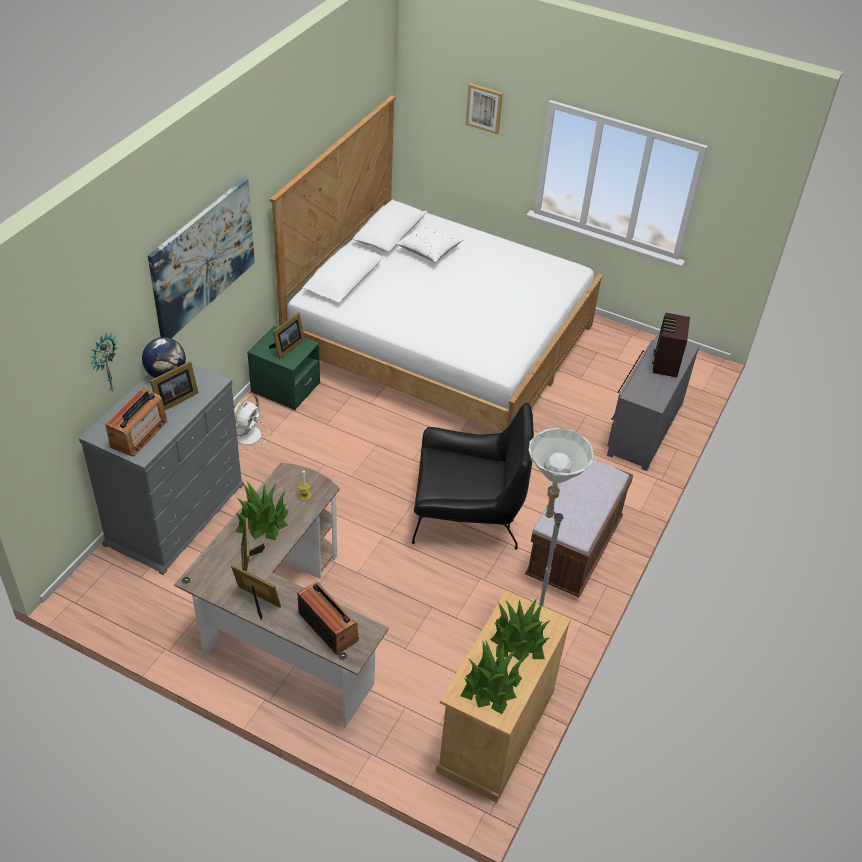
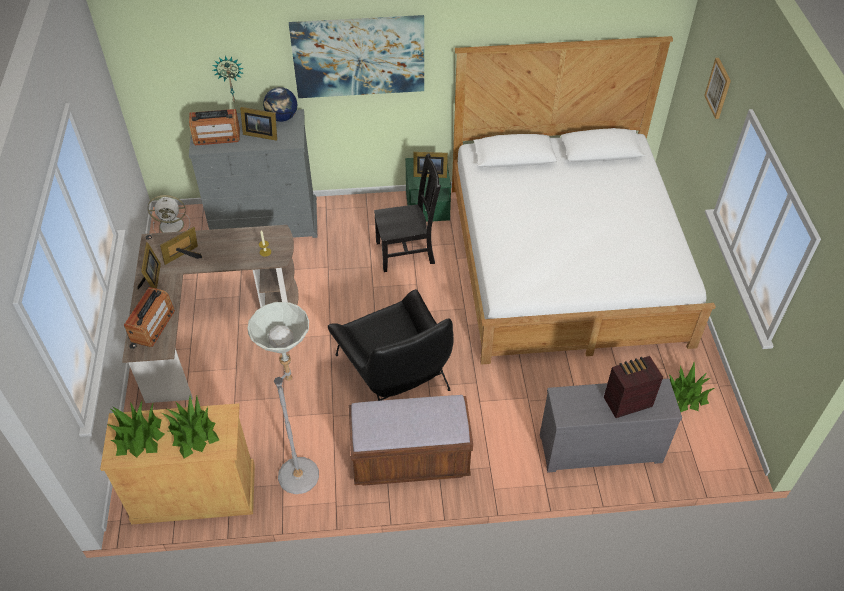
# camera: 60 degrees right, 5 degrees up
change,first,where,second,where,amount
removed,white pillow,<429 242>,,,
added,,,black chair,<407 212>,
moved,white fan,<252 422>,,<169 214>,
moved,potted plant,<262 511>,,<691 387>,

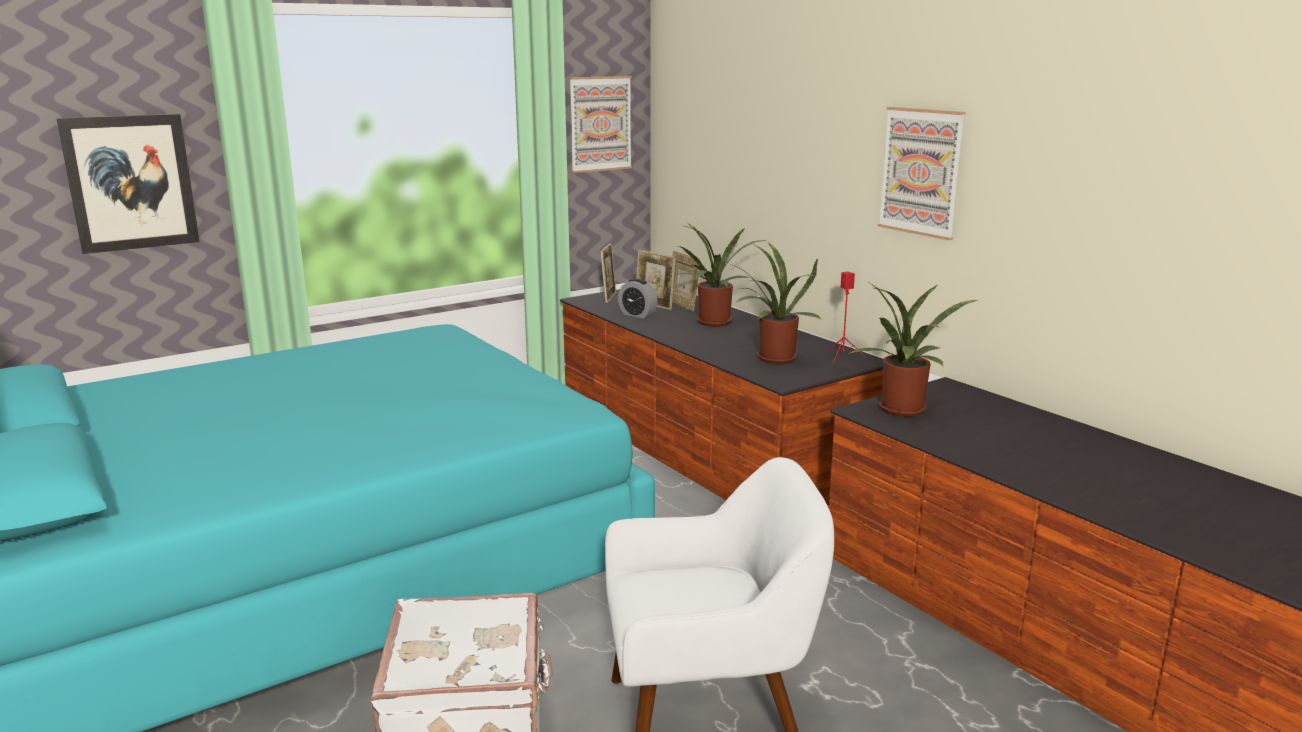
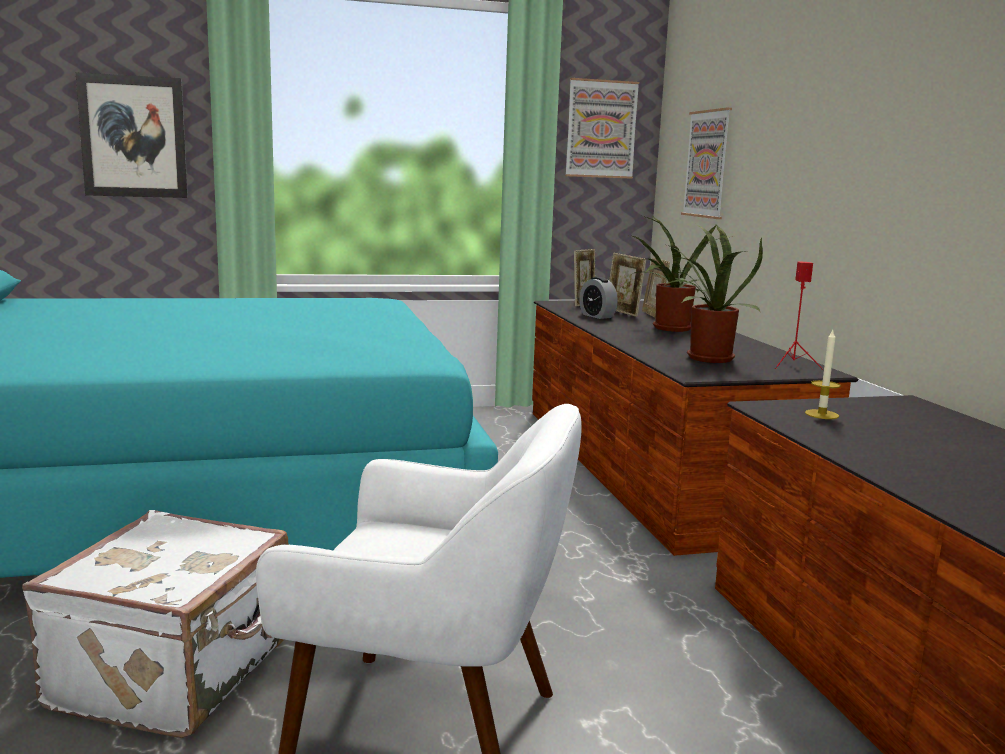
# camera: 20 degrees right, 5 degrees down
change,first,where,second,where,amount
moved,picture,<921 173>,,<706 163>,
replaced,potted plant,<913 350>,candle,<823 374>,

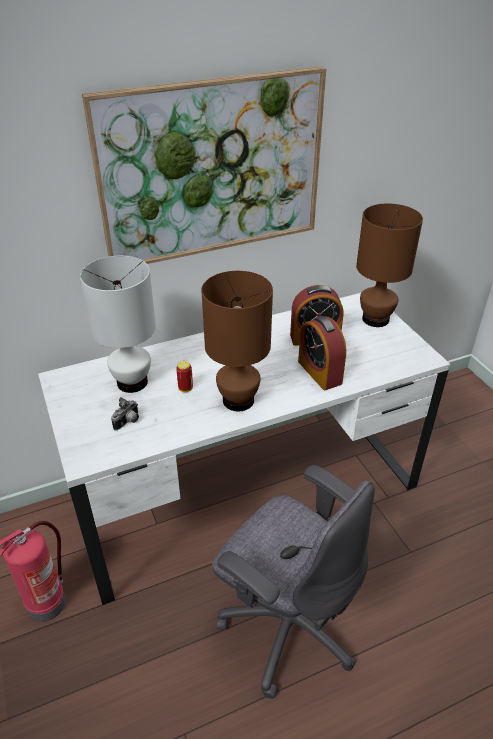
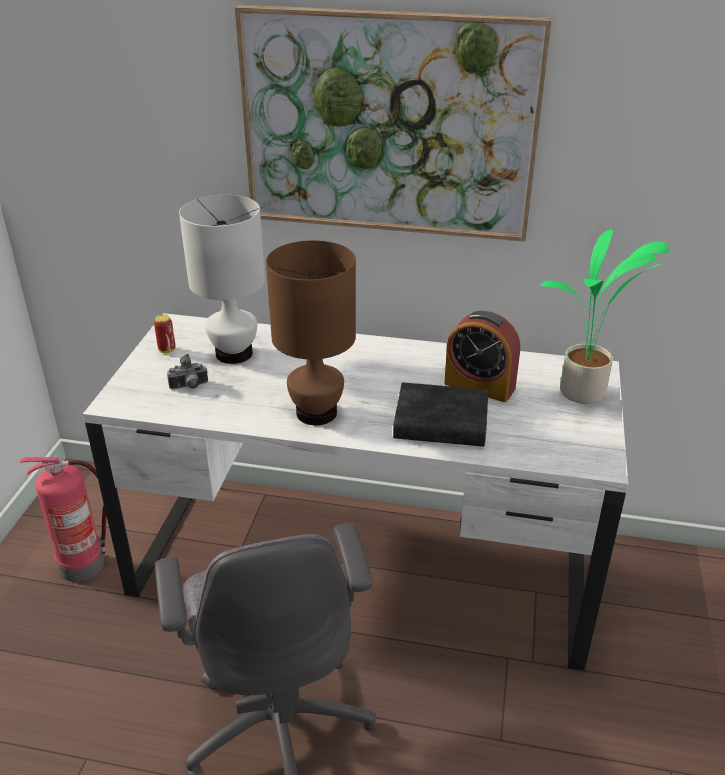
# camera: 35 degrees right, 5 degrees down
change,first,where,second,where,amount
moved,can,<184 376>,,<165 333>,
replaced,alarm clock,<322 353>,black book,<440 414>,
replaced,brown table lamp,<389 265>,potted plant,<604 317>,

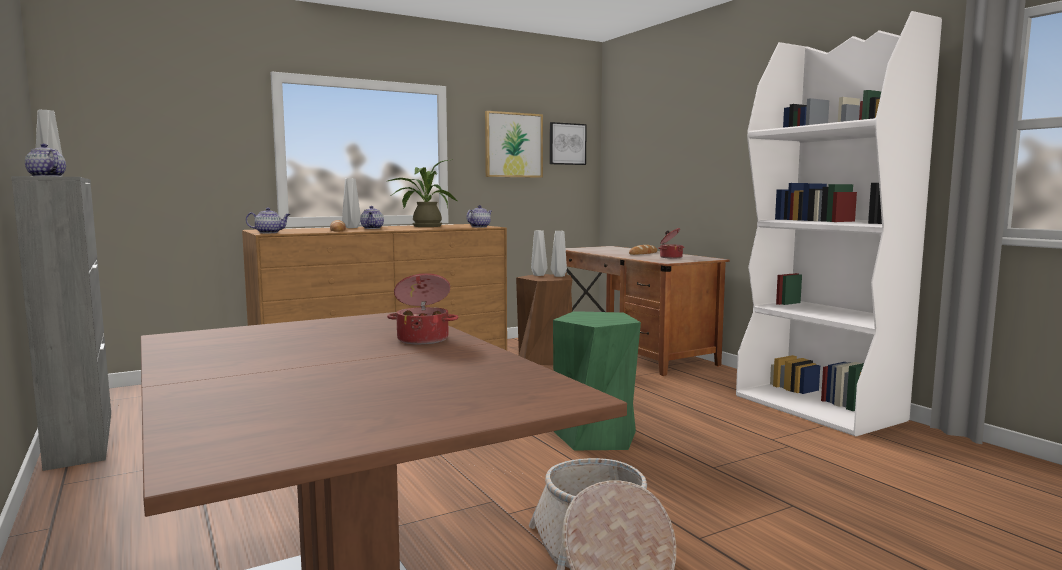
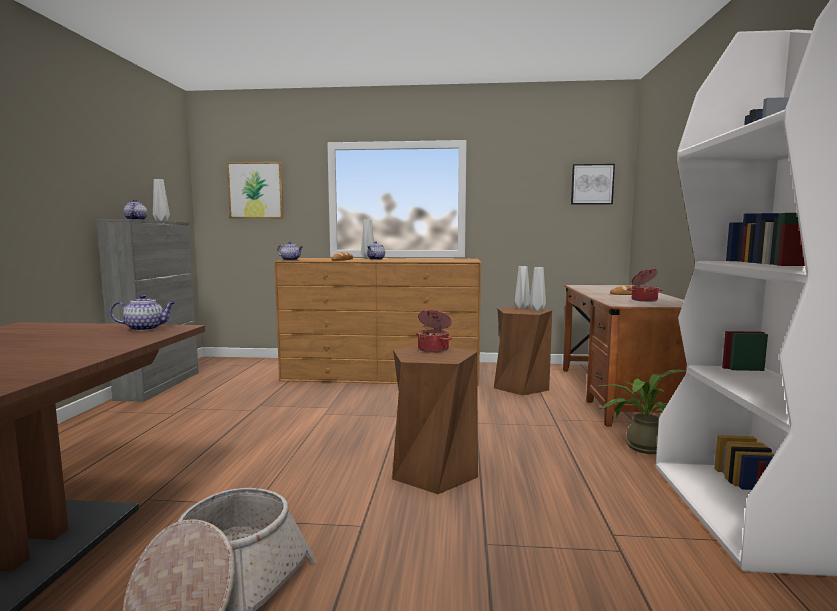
# camera: 35 degrees right, 0 degrees up
change,first,where,second,where,amount
moved,cooking pot,<422 309>,,<434 331>,
moved,potted plant,<422 193>,,<642 411>,
moved,teapot,<479 216>,,<142 312>,
moved,picture,<514 144>,,<255 190>,
recoloured,green stool,<597 380>,brown stool,<435 420>,

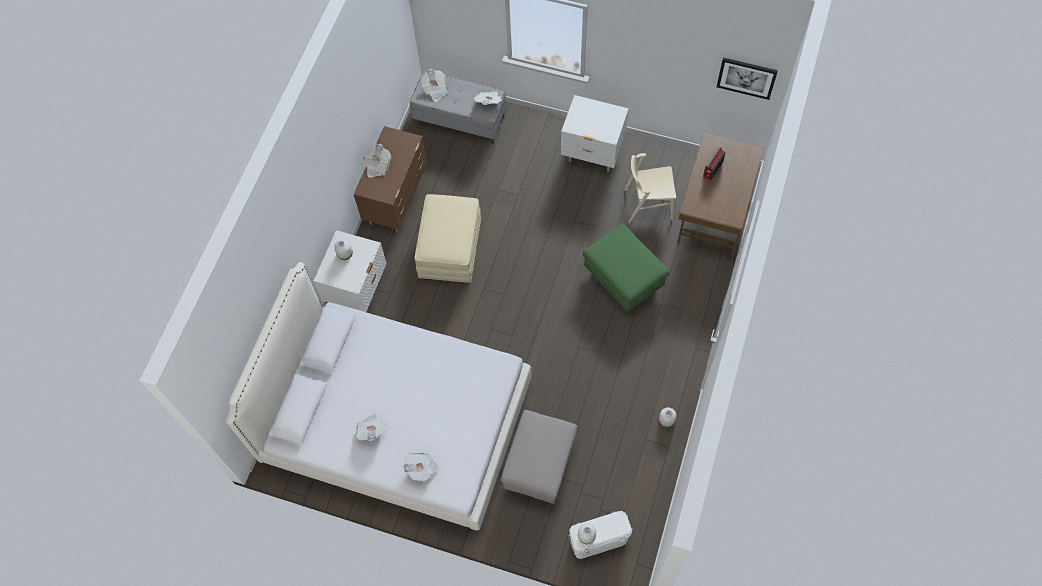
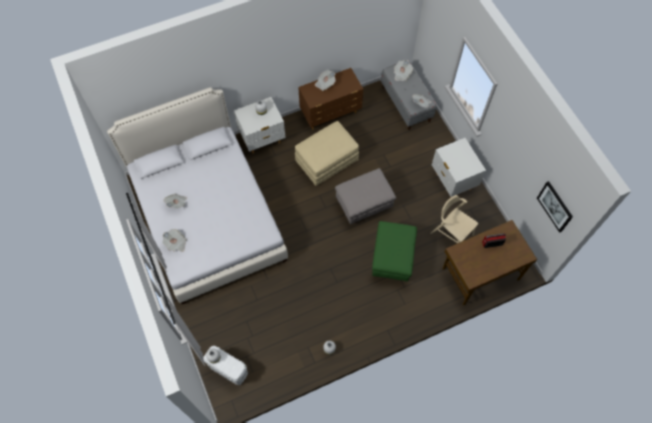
# camera: 45 degrees right, 0 degrees up
change,first,where,second,where,amount
moved,grey ottoman,<539 457>,,<365 196>,

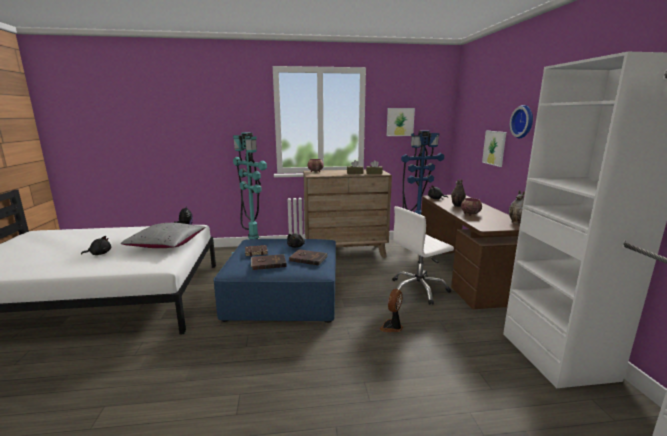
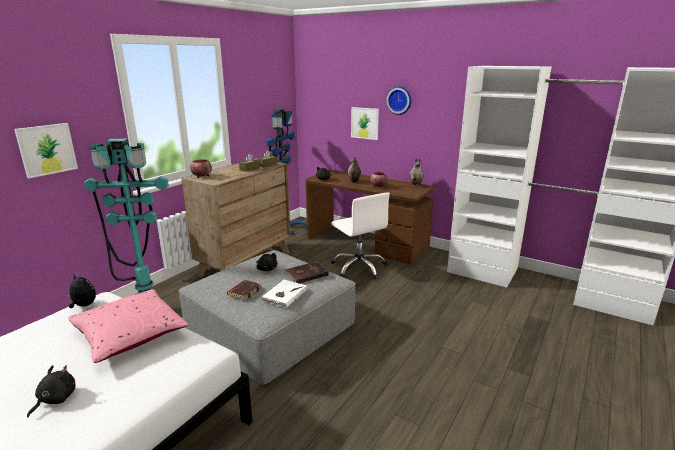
# camera: 50 degrees left, 5 degrees up
change,first,where,second,where,amount
removed,fan,<391 310>,,,
moved,picture,<401 122>,,<46 150>,
recoloured,grey pillow,<163 235>,pink pillow,<128 326>,
recoloured,blue ottoman,<274 281>,grey ottoman,<267 318>,
recoloured,brown book,<269 262>,white book,<283 294>,
turned,white office chair,<423 255>,,<360 236>,45 degrees counterclockwise

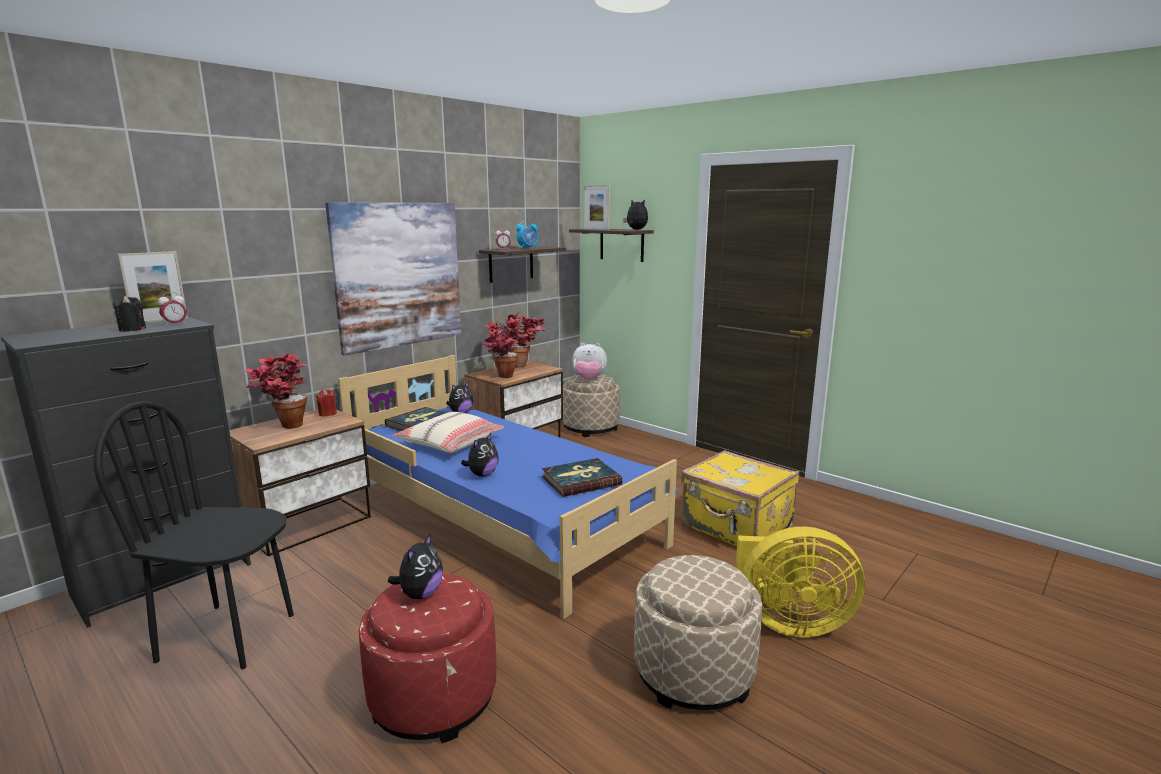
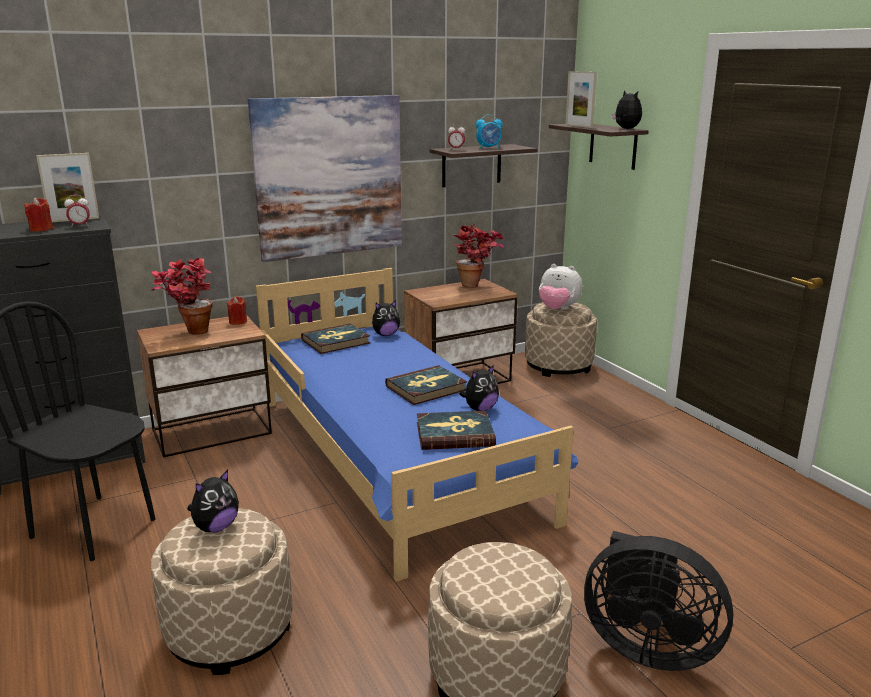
# camera: 20 degrees right, 5 degrees up
change,first,where,second,where,amount
removed,beige pillow,<448 432>,,,
removed,potted plant,<501 349>,,,
removed,yellow suitcase,<740 498>,,,
added,,,book,<426 385>,
moved,plush toy,<480 455>,,<479 388>,
recoloured,black candle,<129 314>,red candle,<38 214>,
recoloured,red ottoman,<427 658>,beige ottoman,<221 591>,
recoloured,yellow fan,<800 582>,black fan,<658 601>,

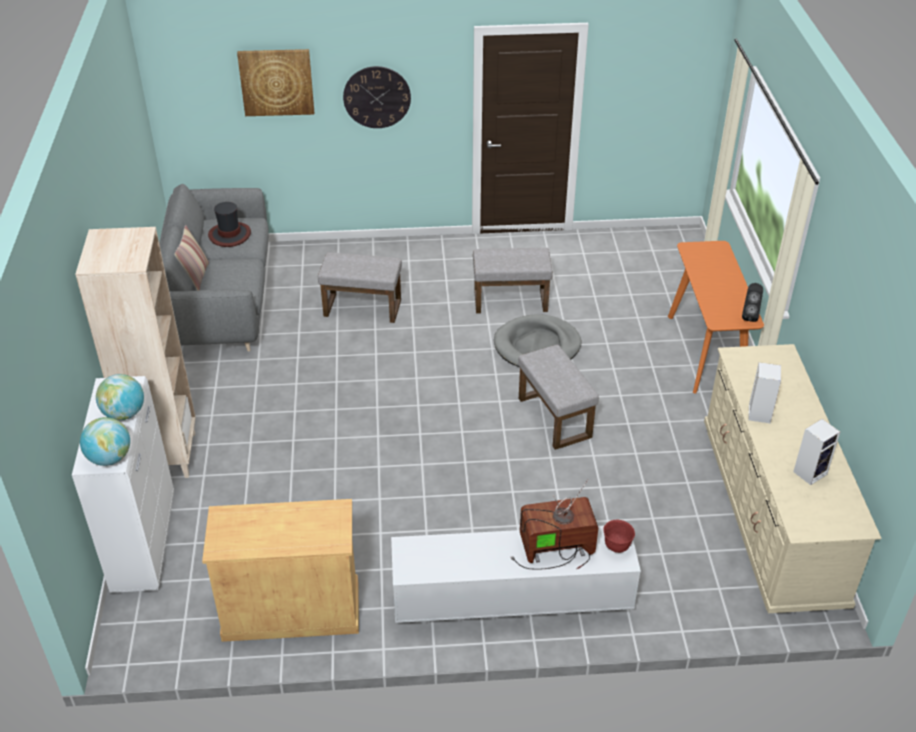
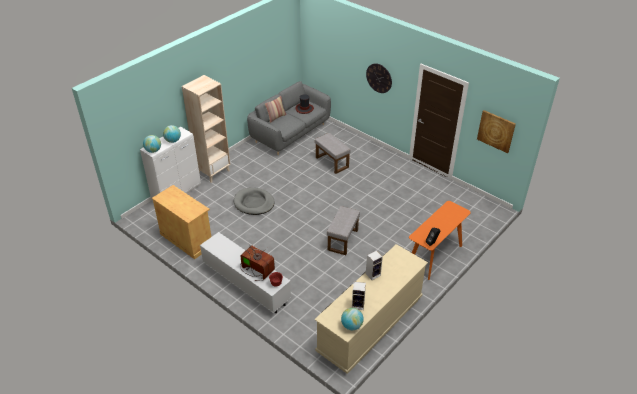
# camera: 45 degrees right, 0 degrees up
change,first,where,second,where,amount
removed,grey ottoman,<513 281>,,,
added,,,globe,<352 319>,
moved,picture,<275 82>,,<496 131>,
moved,grey dog bed,<538 340>,,<254 201>,

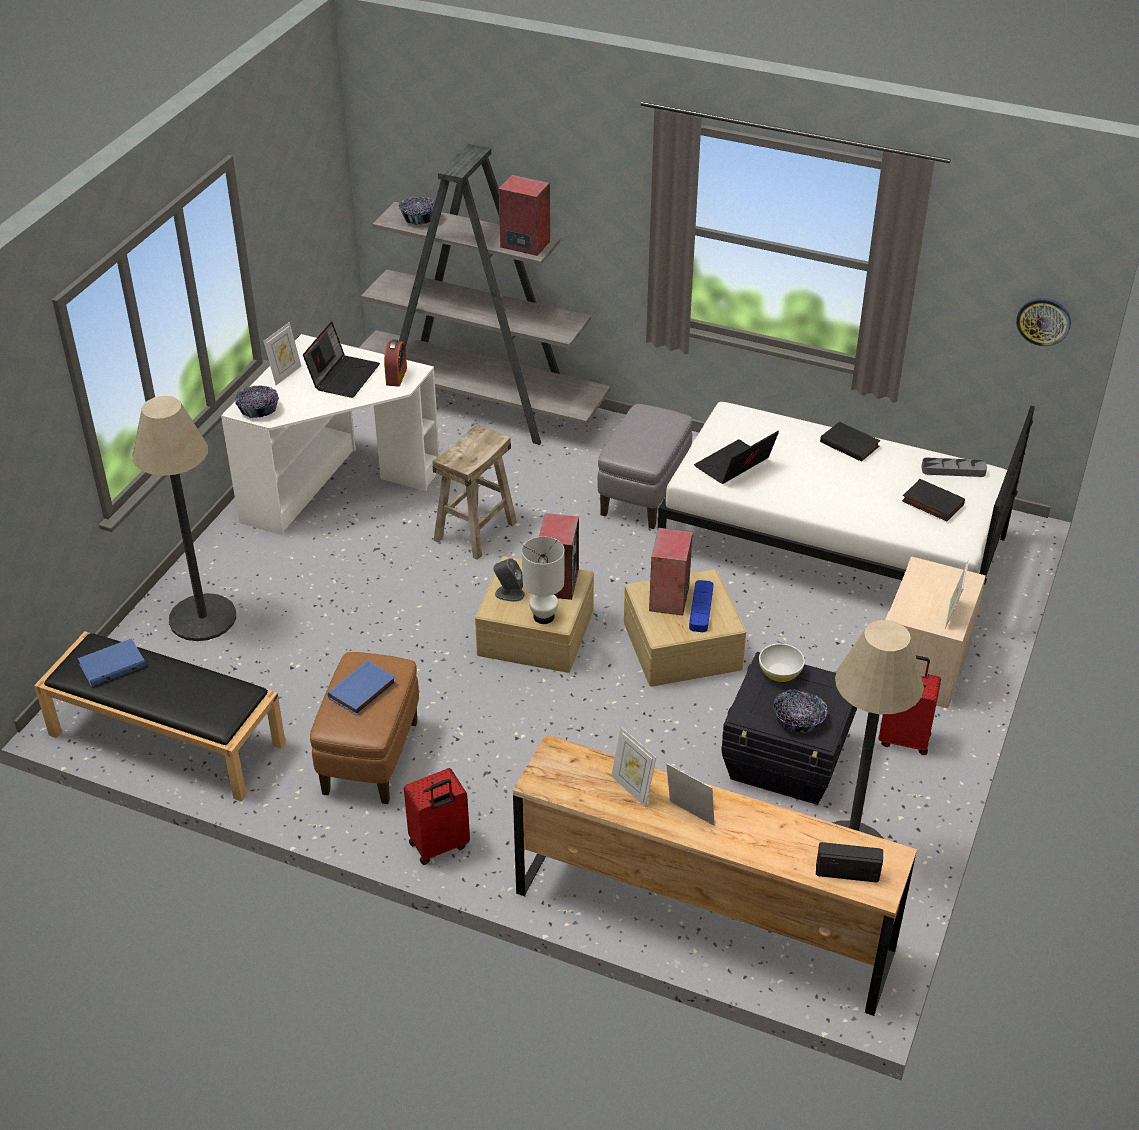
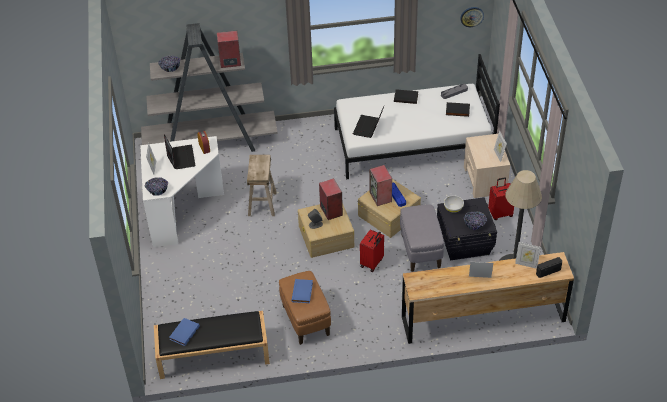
# camera: 30 degrees left, 5 degrees up
change,first,where,second,where,amount
removed,floor lamp,<184 518>,,,
removed,white table lamp,<543 580>,,,
moved,red suitcase,<437 816>,,<372 250>,
moved,grey ottoman,<645 466>,,<422 238>,
moved,picture frame,<633 767>,,<528 255>,

